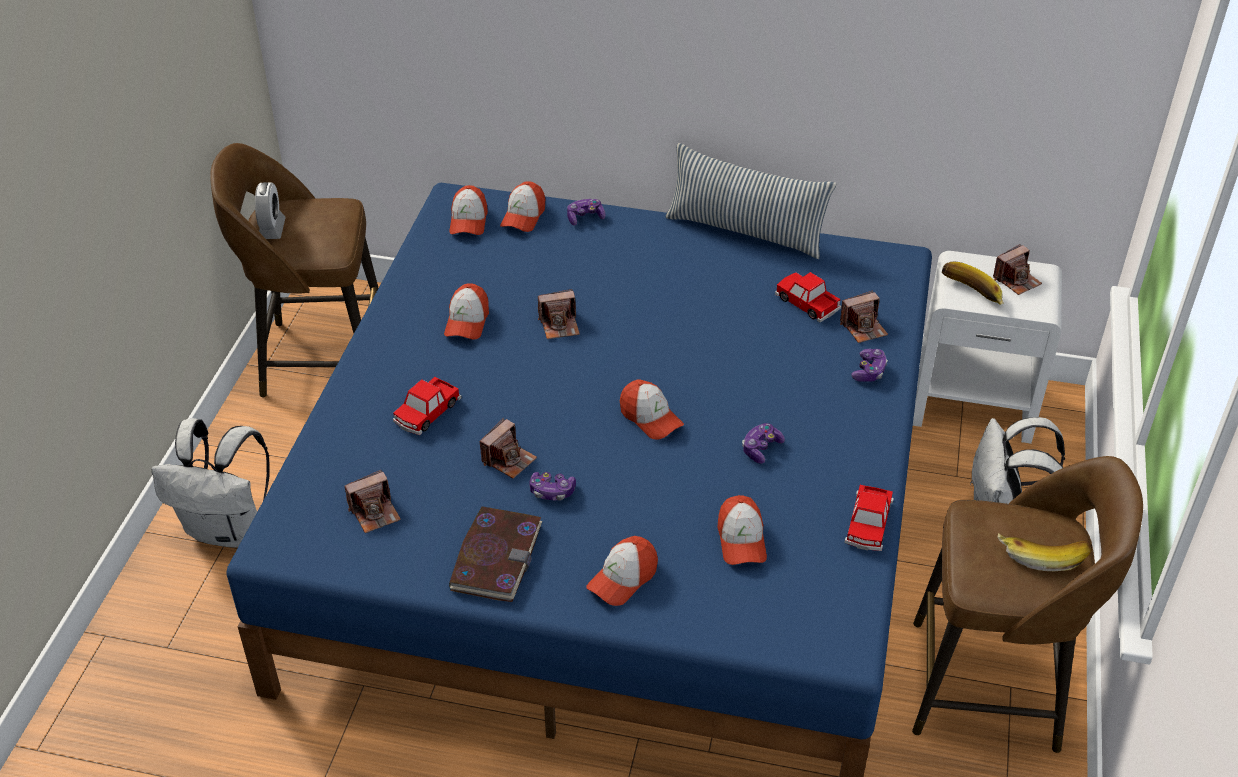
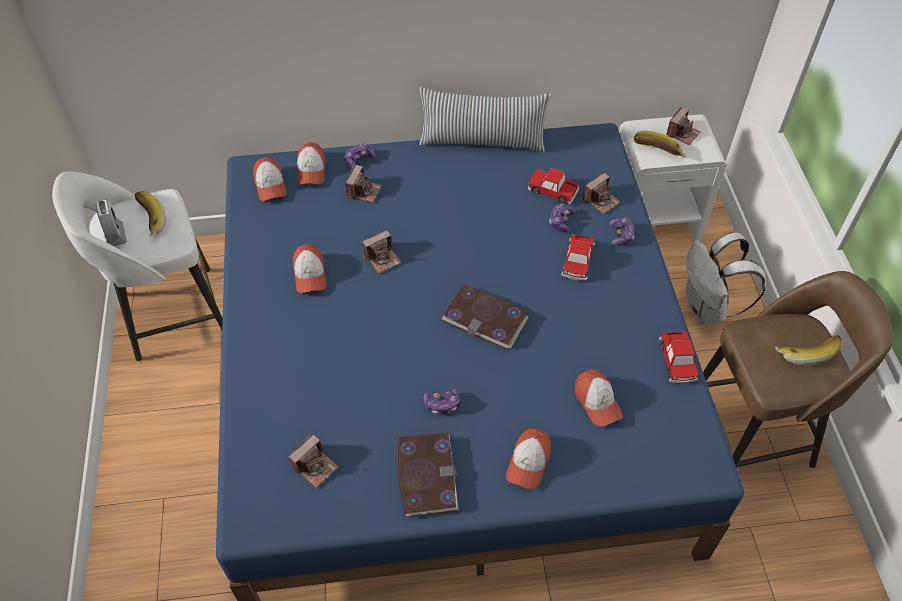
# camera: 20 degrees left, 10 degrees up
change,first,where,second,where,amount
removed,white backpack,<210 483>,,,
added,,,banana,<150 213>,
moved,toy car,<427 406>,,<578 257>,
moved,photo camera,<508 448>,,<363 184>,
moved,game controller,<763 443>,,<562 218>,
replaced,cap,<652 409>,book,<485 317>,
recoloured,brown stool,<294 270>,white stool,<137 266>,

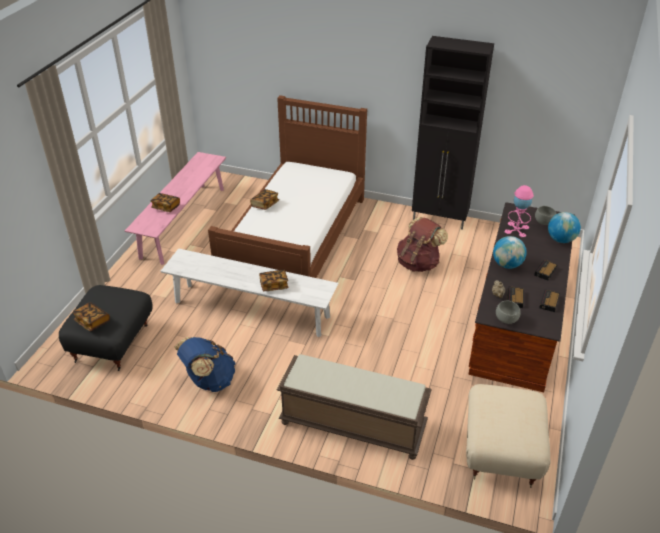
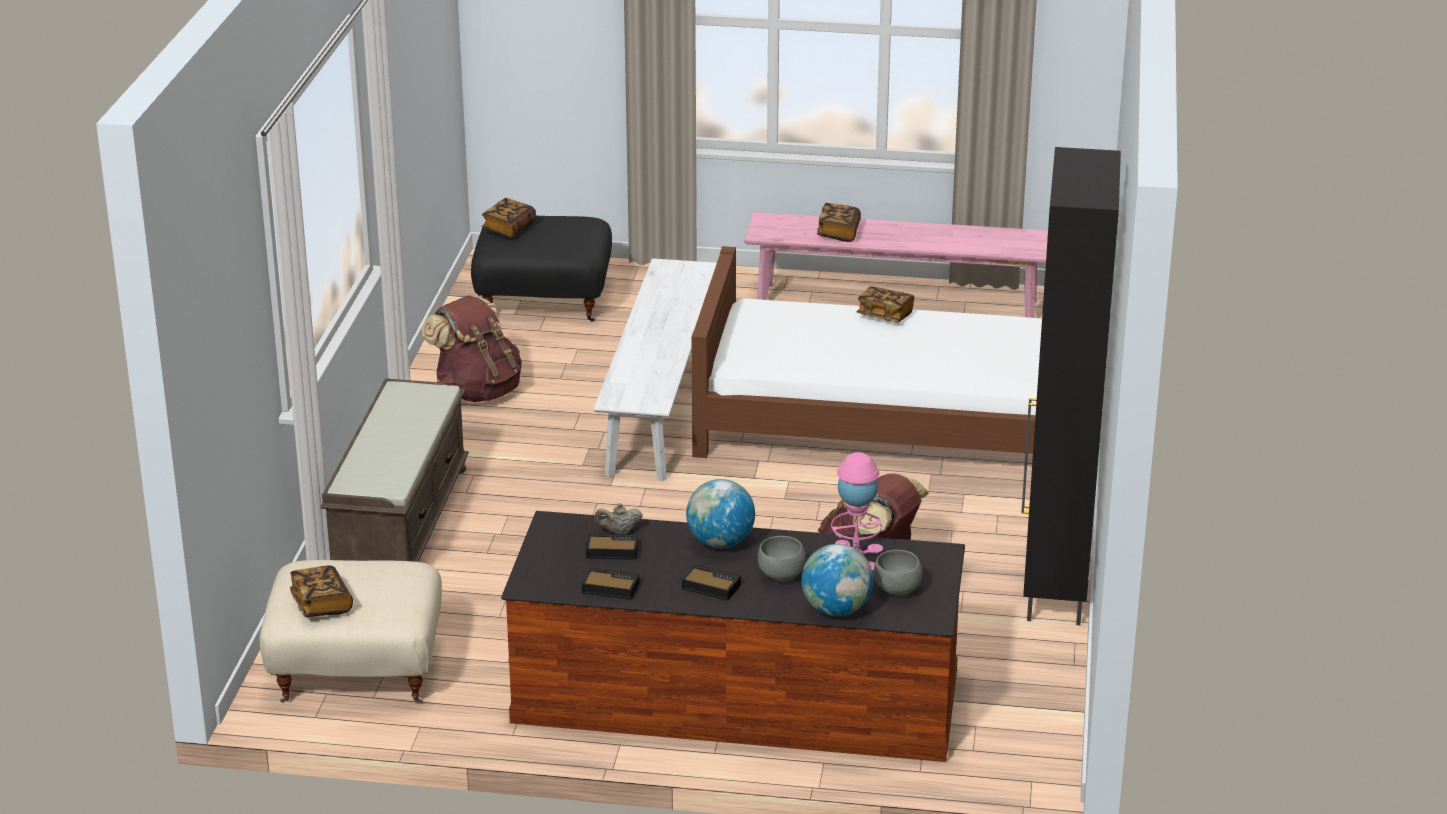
# camera: 80 degrees right, 10 degrees down
change,first,where,second,where,amount
moved,book,<273 280>,,<321 591>,
moved,grey bowl,<508 312>,,<782 559>,
recoloured,blue backpack,<205 364>,brown backpack,<471 349>,

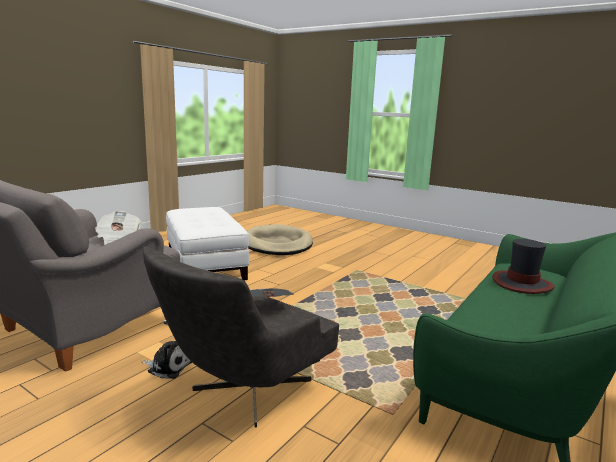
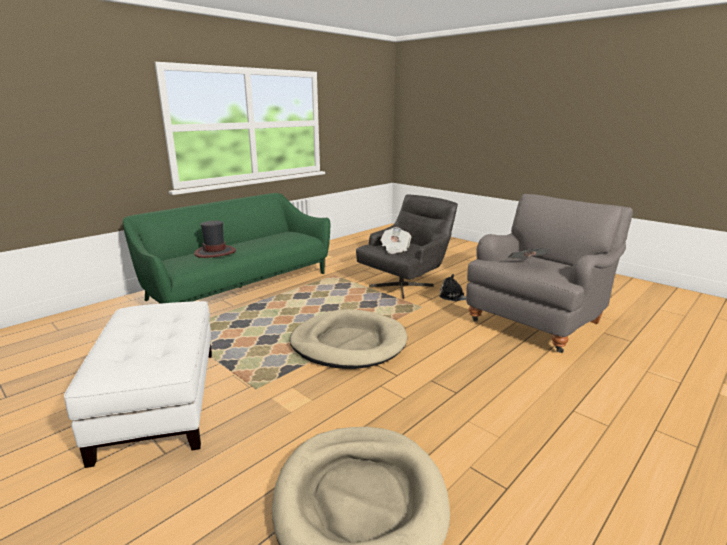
# camera: 170 degrees left, 5 degrees up
change,first,where,second,where,amount
added,,,beige dog bed,<348 339>,
moved,white ottoman,<207 243>,,<138 384>,

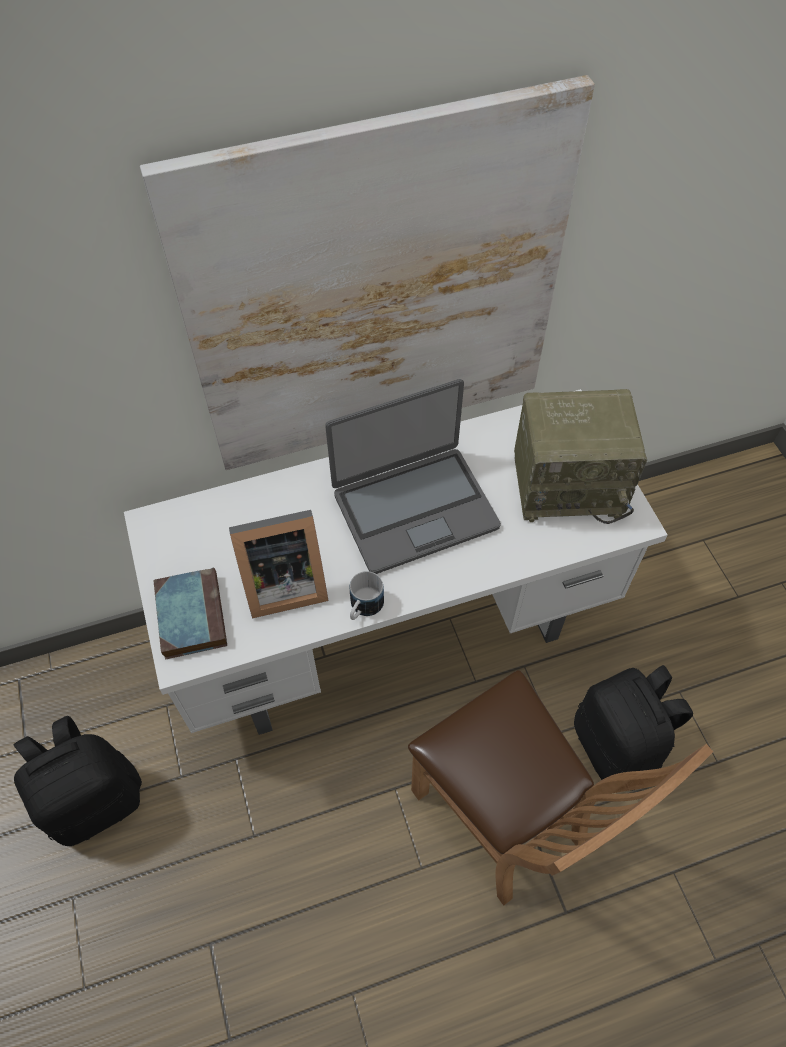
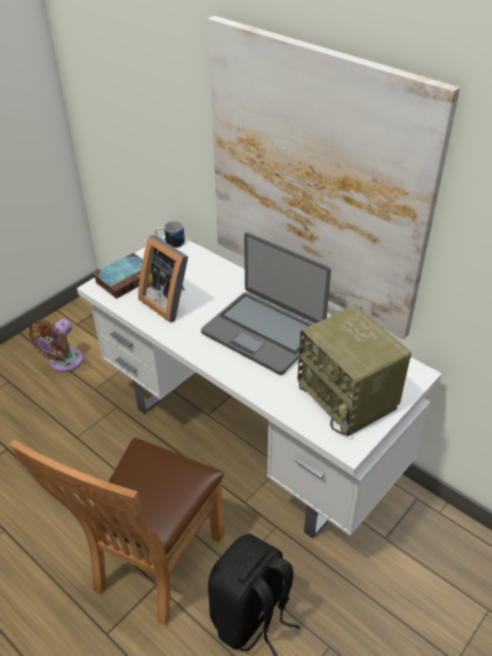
# camera: 60 degrees right, 15 degrees down
change,first,where,second,where,amount
moved,mug,<367 595>,,<170 234>,
replaced,black backpack,<78 781>,brown fan,<56 345>,

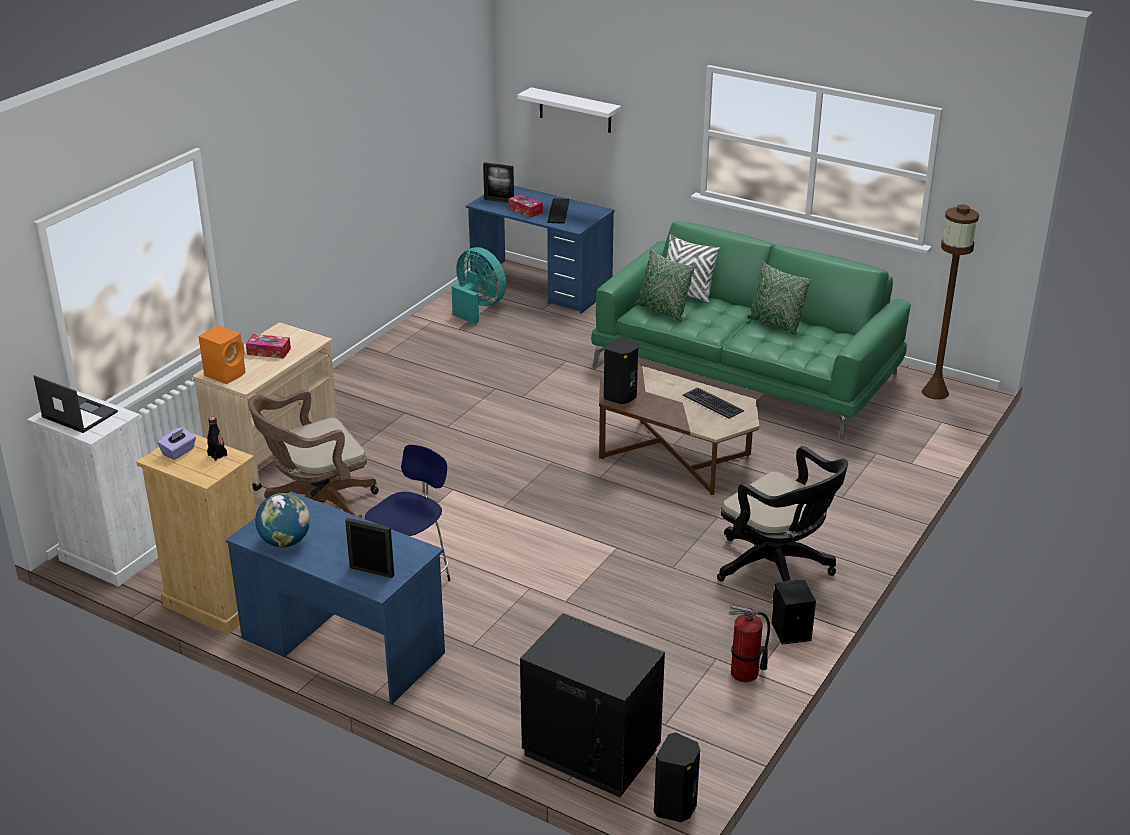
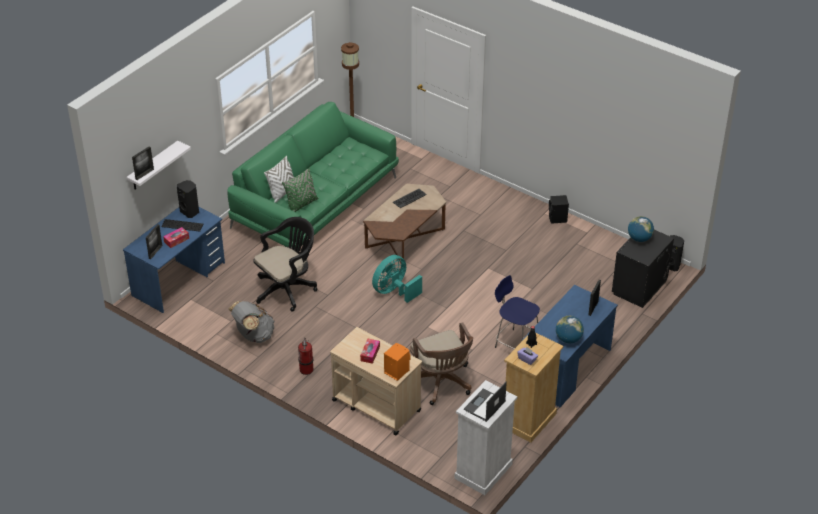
# camera: 85 degrees left, 10 degrees up
change,first,where,second,where,amount
removed,green pillow,<779 298>,,,
added,,,picture frame,<143 163>,
added,,,grey backpack,<252 322>,
added,,,globe,<641 229>,
moved,turquoise fan,<478 285>,,<397 279>,
moved,black speaker,<621 370>,,<188 199>,
moved,black office chair,<782 514>,,<286 264>,
moved,fire extinguisher,<749 643>,,<305 356>,

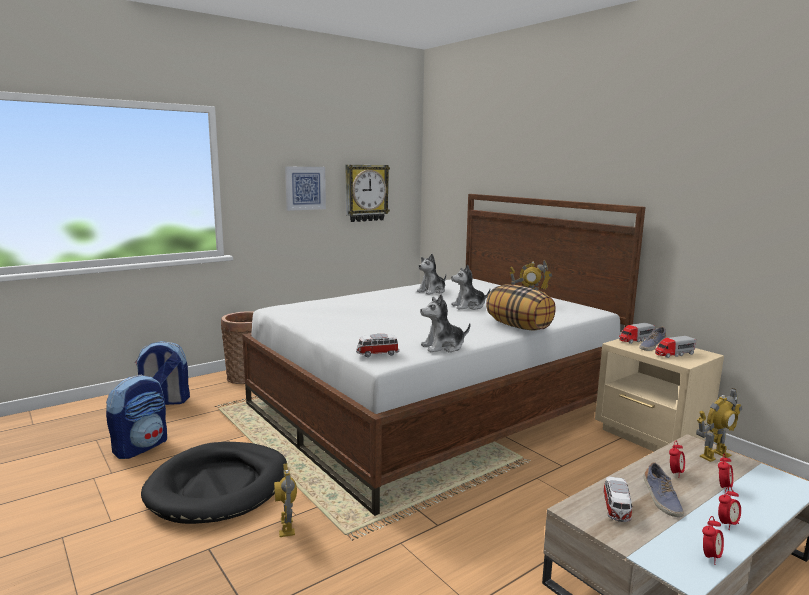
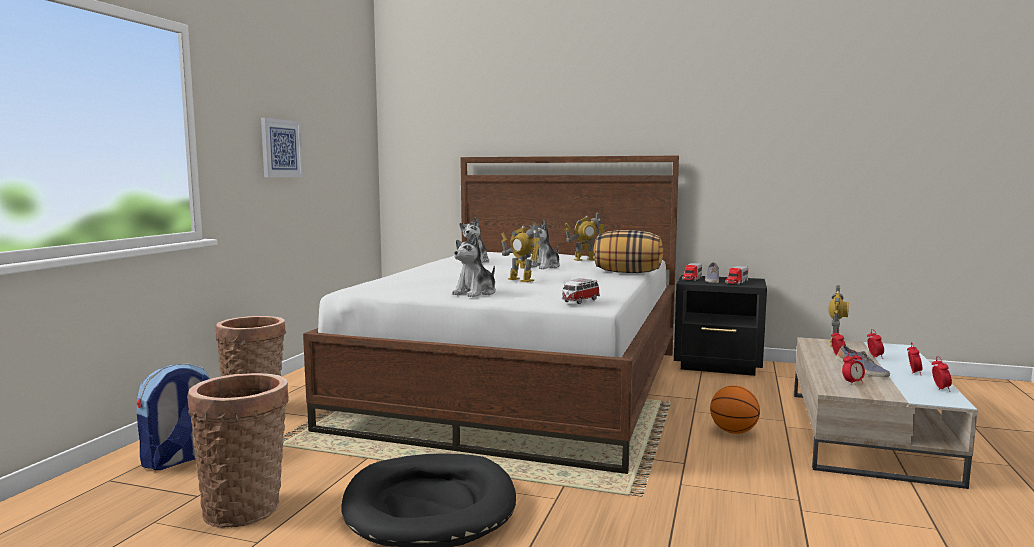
# camera: 35 degrees left, 5 degrees down
change,first,where,second,where,amount
removed,wall clock,<368 193>,,,
added,,,basketball,<735 409>,
moved,toy robot,<285 500>,,<521 252>,
moved,plush toy,<445 323>,,<474 265>,
replaced,backpack,<136 417>,basket,<238 450>,
replaced,toy car,<618 499>,alarm clock,<853 367>,
recoloured,beige nightstand,<659 395>,black nightstand,<720 325>,

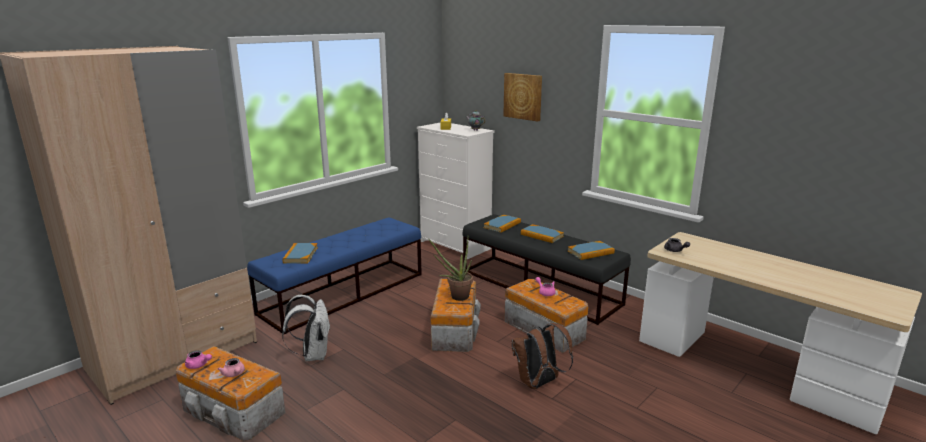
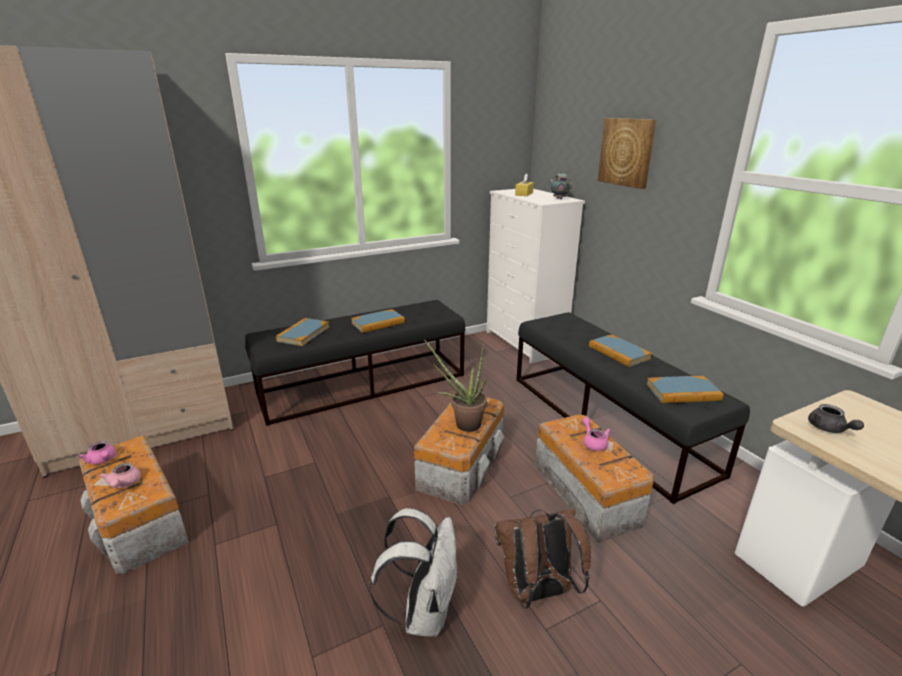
# camera: 20 degrees right, 5 degrees up
change,first,where,second,where,amount
moved,white backpack,<306 328>,,<414 572>,
moved,book,<502 223>,,<378 321>,
recoloured,blue bench,<334 275>,black bench,<355 363>,

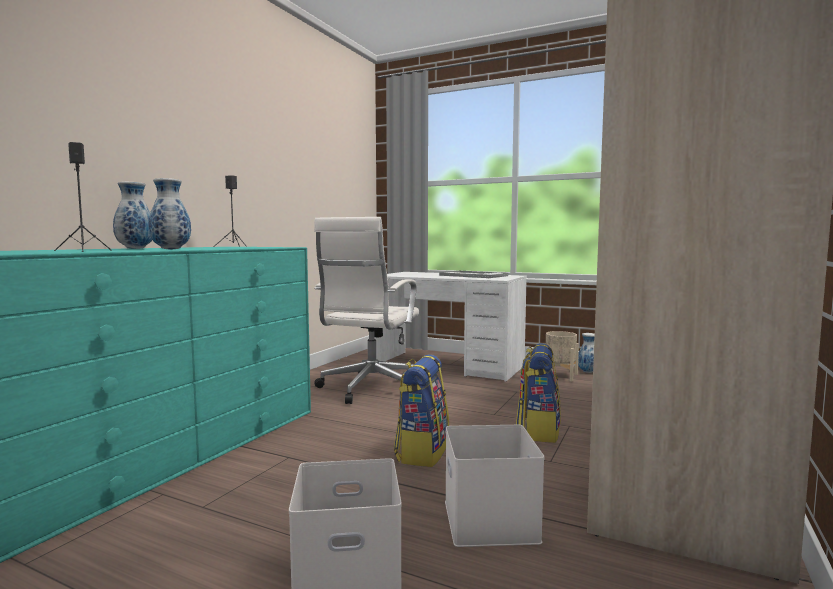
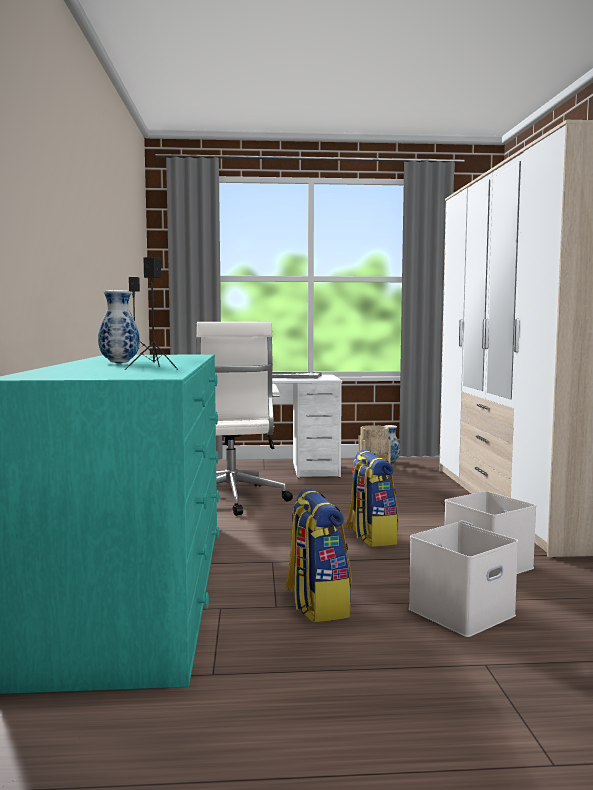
# camera: 30 degrees left, 0 degrees up
change,first,where,second,where,amount
removed,vase,<169 214>,,,
moved,backpack,<538 393>,,<318 555>,

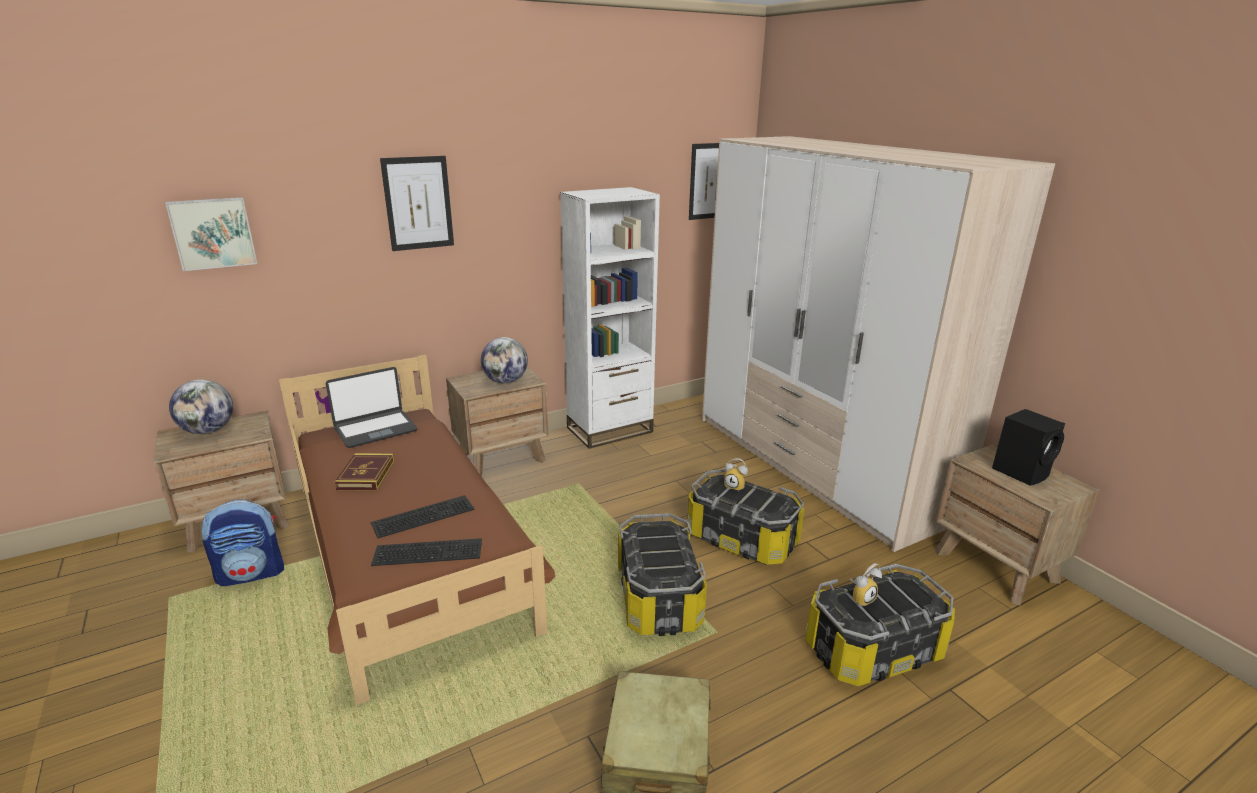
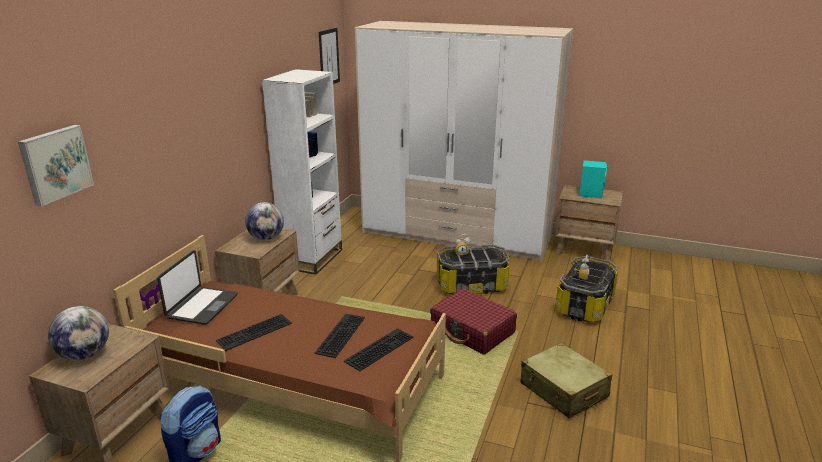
# camera: 40 degrees left, 0 degrees up
change,first,where,second,where,amount
removed,picture,<417 203>,,,
replaced,book,<364 471>,keyboard,<254 332>,
replaced,storage box,<662 574>,red suitcase,<473 321>,
recoloured,black speaker,<1028 447>,turquoise speaker,<593 179>,

